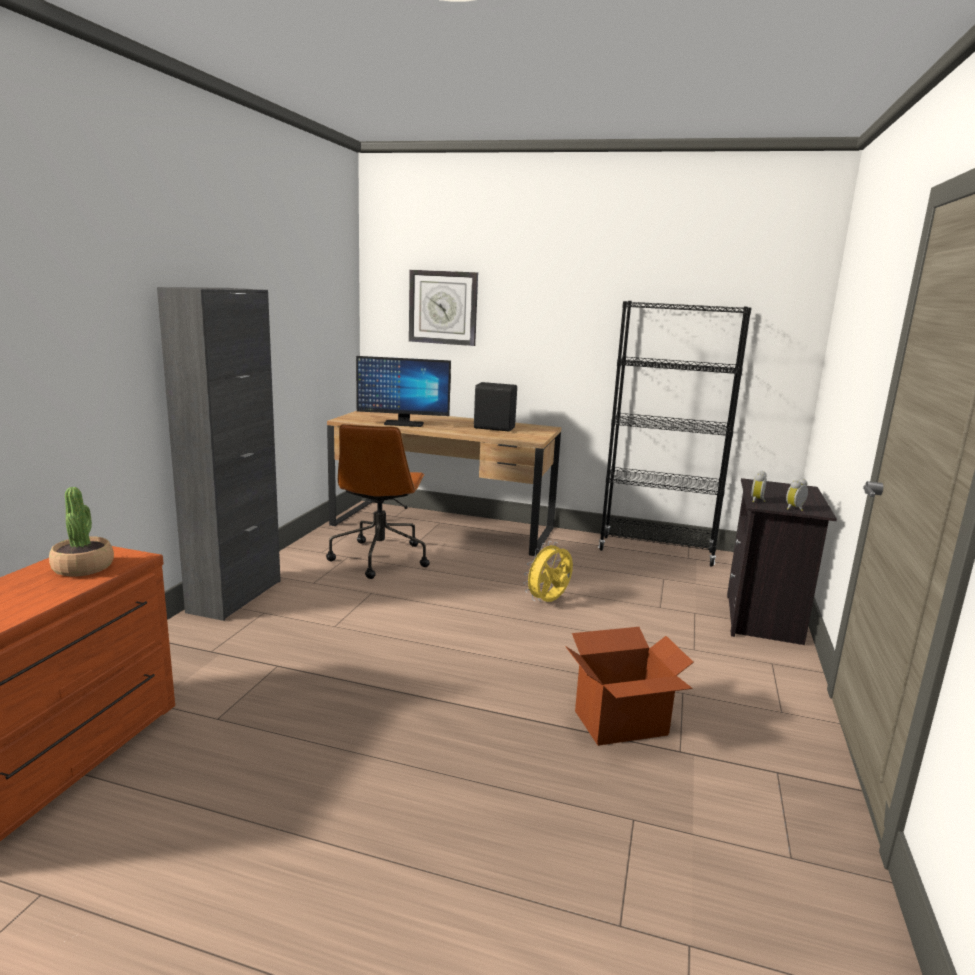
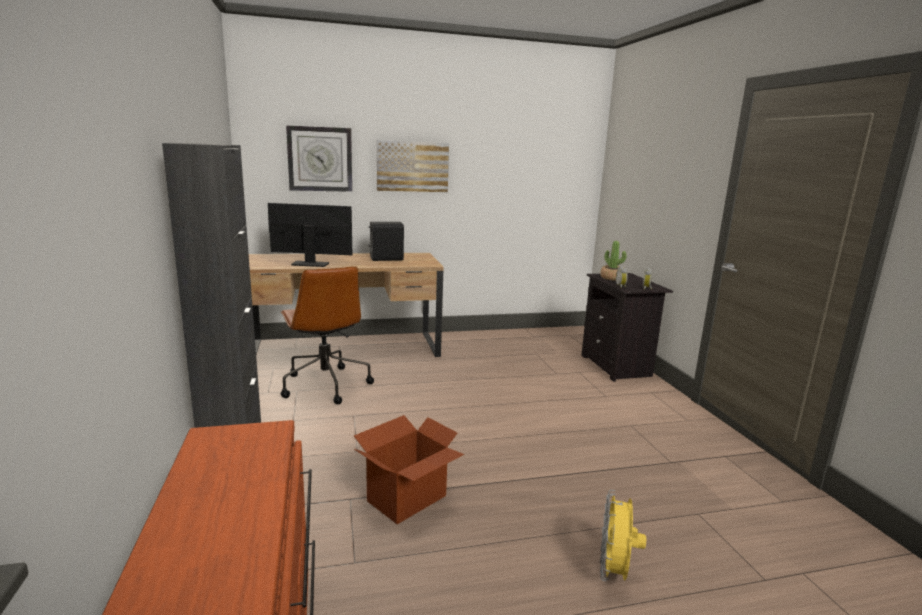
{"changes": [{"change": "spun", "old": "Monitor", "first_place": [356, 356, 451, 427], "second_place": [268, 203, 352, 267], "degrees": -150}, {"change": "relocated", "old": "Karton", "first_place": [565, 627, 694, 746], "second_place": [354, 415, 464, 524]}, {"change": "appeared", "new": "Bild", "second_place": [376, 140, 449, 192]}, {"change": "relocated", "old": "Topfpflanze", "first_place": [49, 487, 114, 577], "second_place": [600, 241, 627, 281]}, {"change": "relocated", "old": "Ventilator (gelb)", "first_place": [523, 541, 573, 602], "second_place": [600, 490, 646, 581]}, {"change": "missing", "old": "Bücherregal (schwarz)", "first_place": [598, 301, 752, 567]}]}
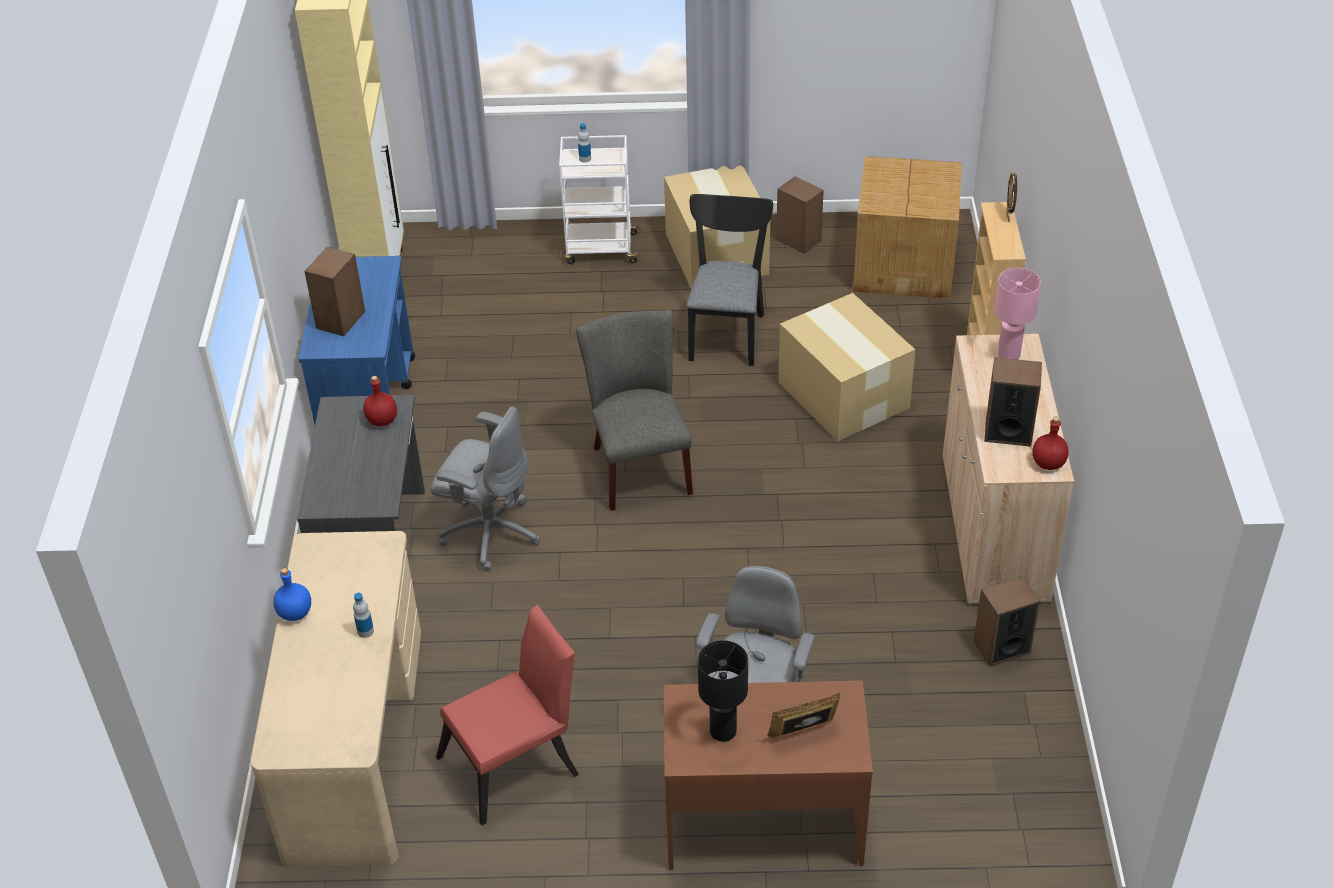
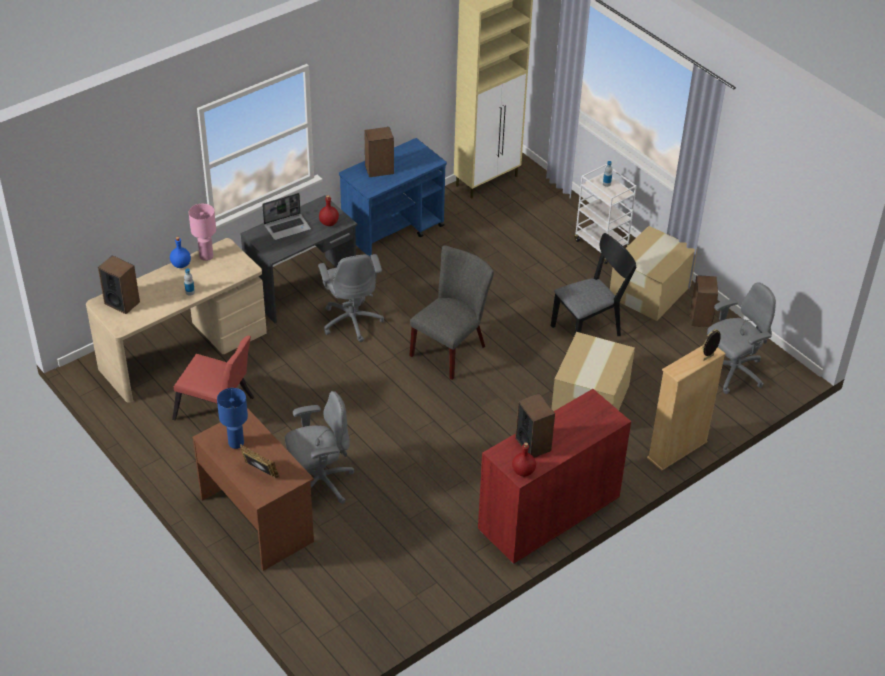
{"changes": [{"change": "relocated", "old": "Lautsprecher", "first_place": [973, 576, 1040, 667], "second_place": [98, 255, 140, 314]}, {"change": "relocated", "old": "Tischlampe (rosa)", "first_place": [994, 268, 1041, 360], "second_place": [189, 204, 216, 261]}, {"change": "colour", "old": "Tischlampe (schwarz)", "new": "Tischlampe (blau)", "first_place": [698, 640, 748, 742], "second_place": [217, 388, 248, 449]}, {"change": "appeared", "new": "Laptop", "second_place": [262, 193, 311, 240]}, {"change": "colour", "old": "Schrank (beige)", "new": "Schrank (rot)", "first_place": [943, 334, 1074, 605], "second_place": [478, 389, 631, 565]}, {"change": "exchanged", "old": "Karton", "new": "Bürostuhl (grau)", "first_place": [853, 156, 962, 299], "second_place": [707, 282, 776, 394]}]}
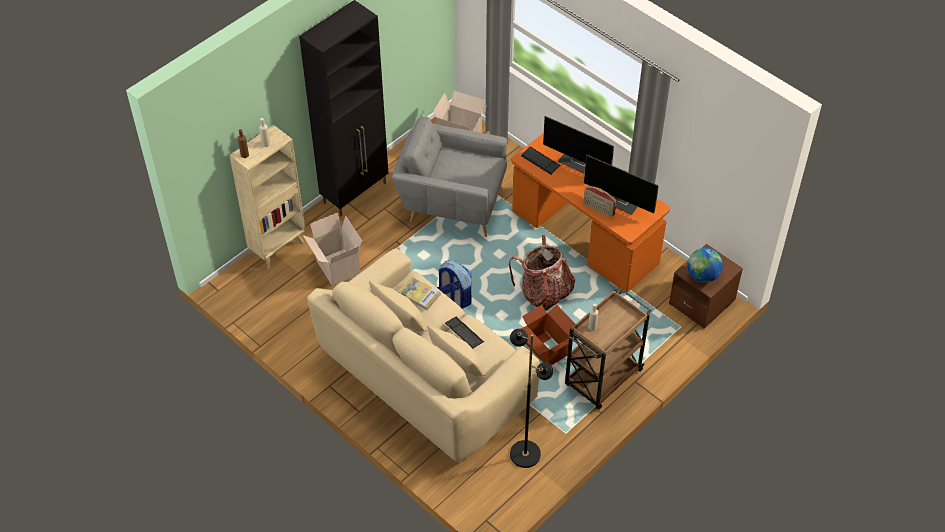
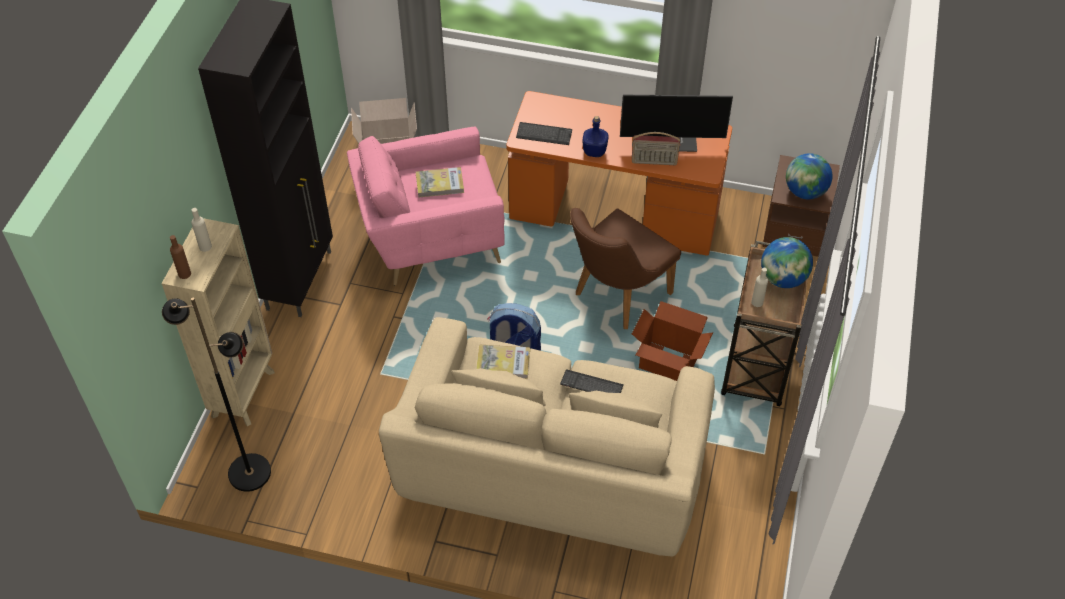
{"changes": [{"change": "relocated", "old": "Stehlampe (schwarz)", "first_place": [510, 329, 554, 468], "second_place": [162, 298, 271, 492]}, {"change": "colour", "old": "Sessel (grau)", "new": "Sessel (rosa)", "first_place": [392, 117, 507, 237], "second_place": [347, 127, 505, 285]}, {"change": "appeared", "new": "Buch", "second_place": [416, 167, 464, 198]}, {"change": "exchanged", "old": "Rucksack", "new": "Stuhl (braun)", "first_place": [509, 235, 575, 311], "second_place": [570, 208, 681, 329]}, {"change": "appeared", "new": "Flasche (blau)", "second_place": [582, 116, 608, 157]}, {"change": "appeared", "new": "Globus", "second_place": [761, 237, 813, 288]}, {"change": "missing", "old": "Karton", "first_place": [303, 213, 362, 286]}, {"change": "missing", "old": "Monitor", "first_place": [543, 116, 614, 174]}]}
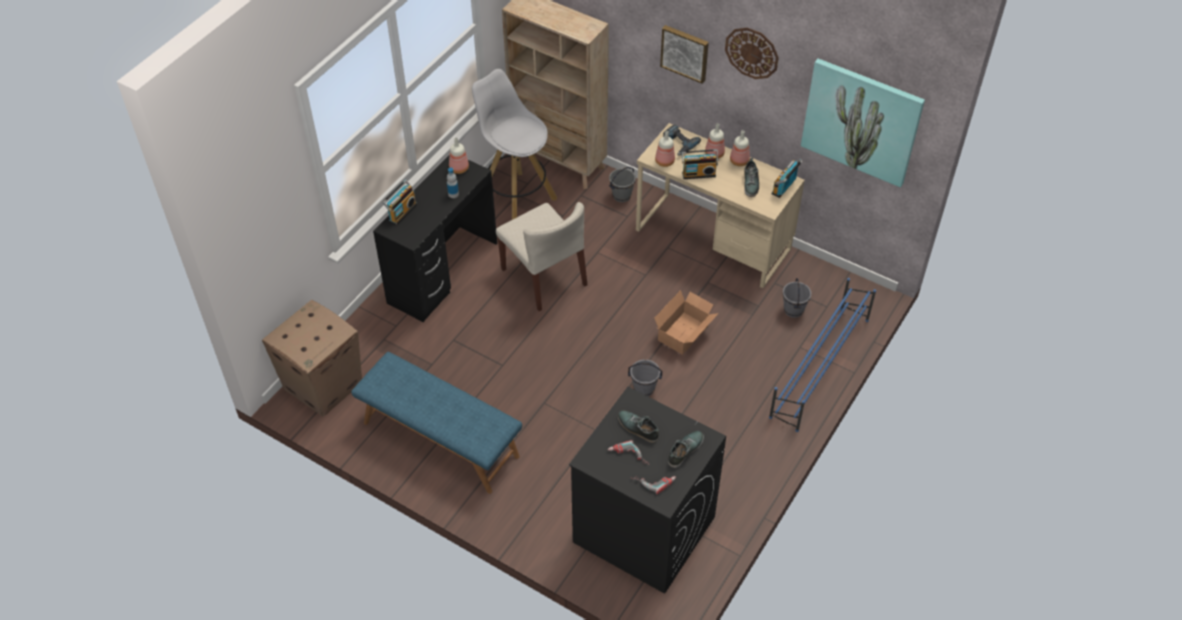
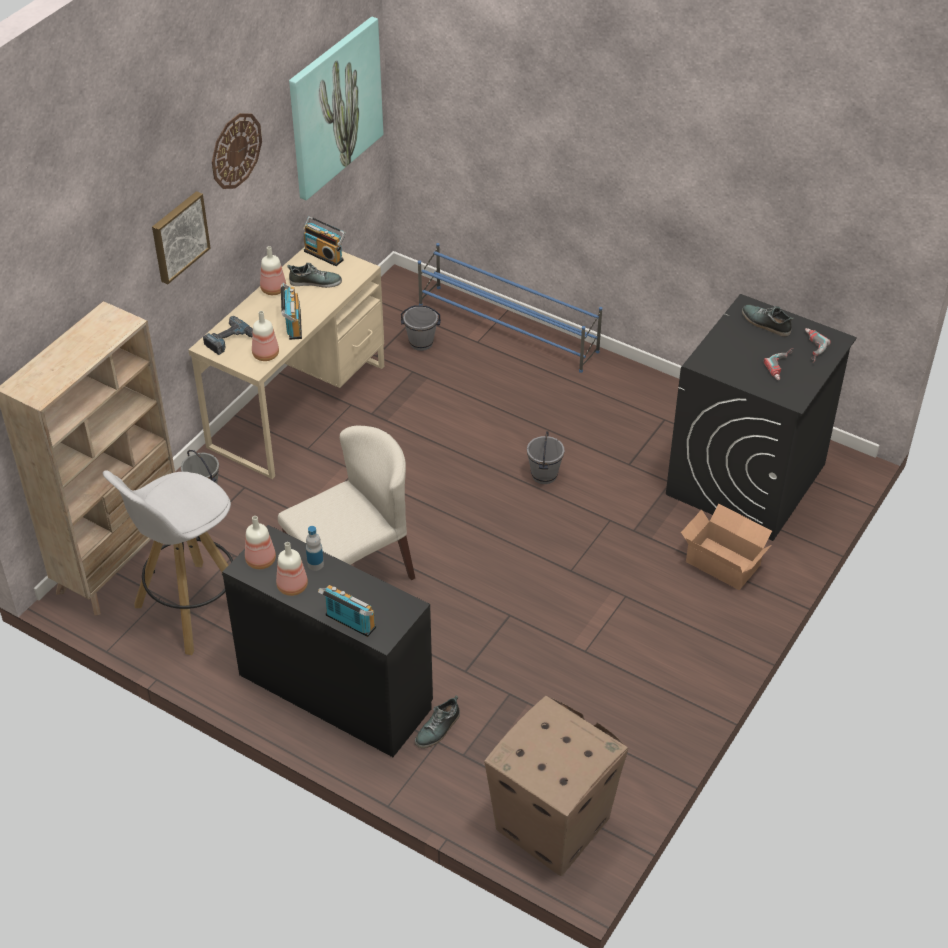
{"changes": [{"change": "relocated", "old": "Flasche", "first_place": [705, 123, 725, 159], "second_place": [276, 542, 308, 596]}, {"change": "relocated", "old": "Schuh", "first_place": [618, 411, 659, 443], "second_place": [415, 695, 460, 748]}, {"change": "relocated", "old": "Karton", "first_place": [654, 290, 719, 355], "second_place": [681, 503, 772, 590]}, {"change": "missing", "old": "Bank (blau)", "first_place": [351, 352, 522, 494]}]}
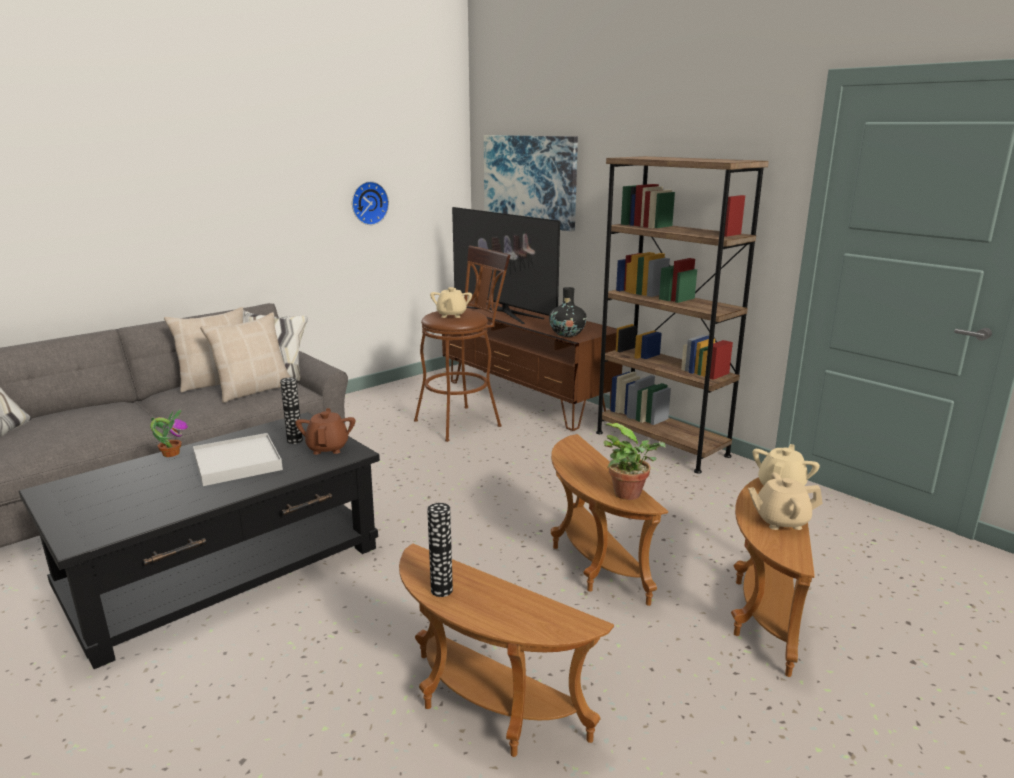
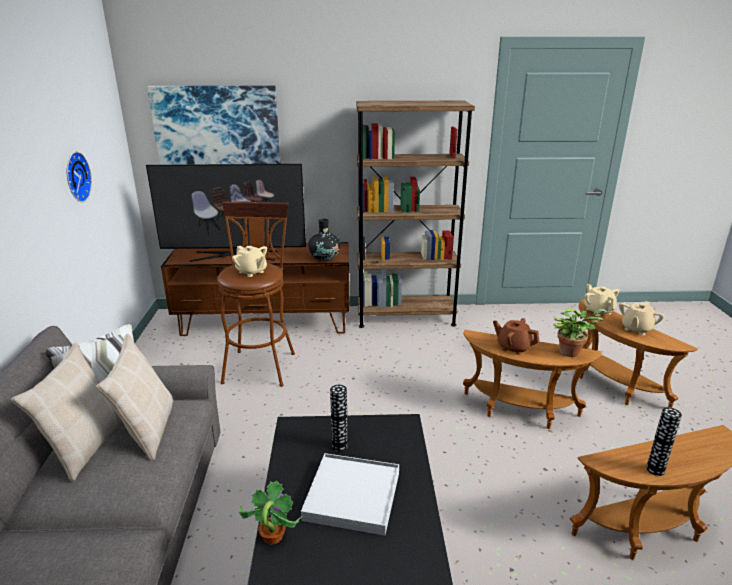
{"changes": [{"change": "relocated", "old": "Teekanne (braun)", "first_place": [295, 408, 355, 455], "second_place": [493, 318, 540, 355]}]}
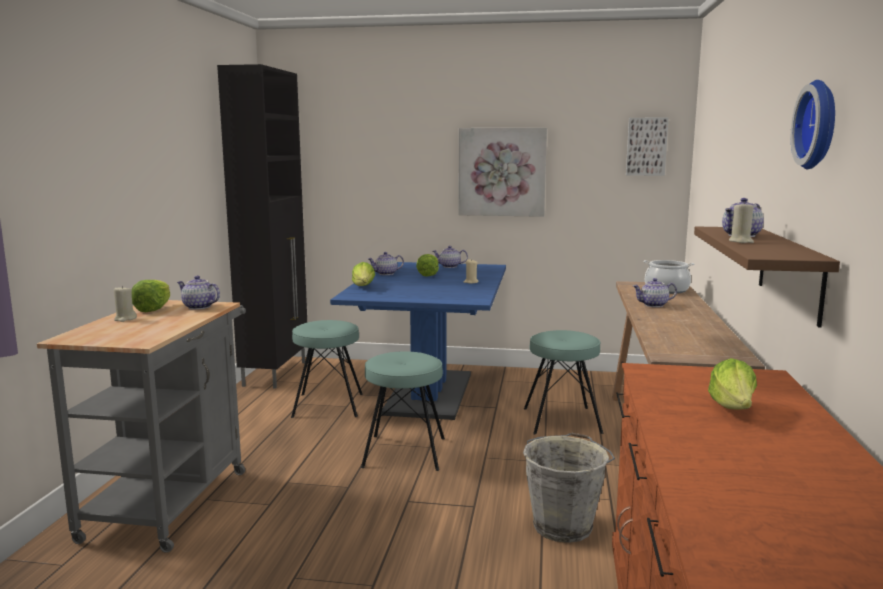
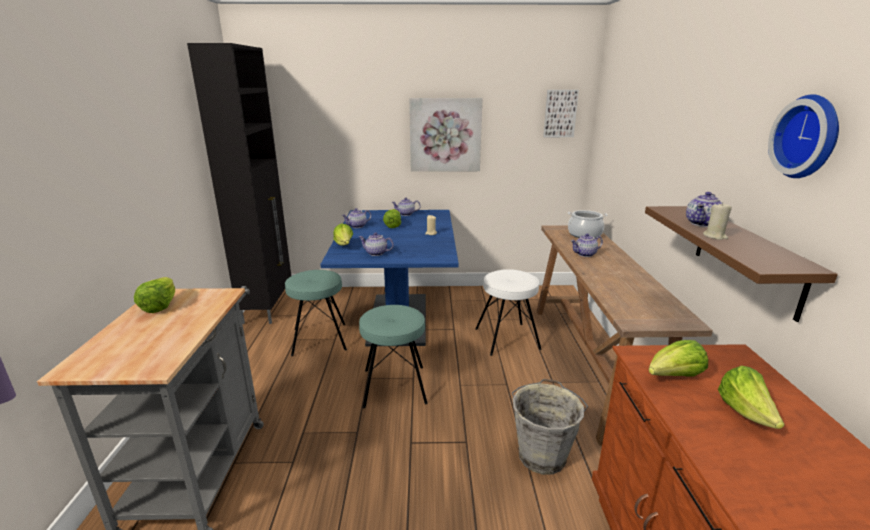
{"changes": [{"change": "relocated", "old": "Teekanne", "first_place": [177, 276, 220, 310], "second_place": [359, 233, 394, 256]}, {"change": "colour", "old": "Hocker (türkis)", "new": "Hocker (weiß)", "first_place": [524, 330, 603, 434], "second_place": [475, 269, 542, 356]}, {"change": "appeared", "new": "Salatkopf", "second_place": [649, 340, 708, 377]}, {"change": "missing", "old": "Kerze (beige)", "first_place": [114, 286, 137, 322]}]}
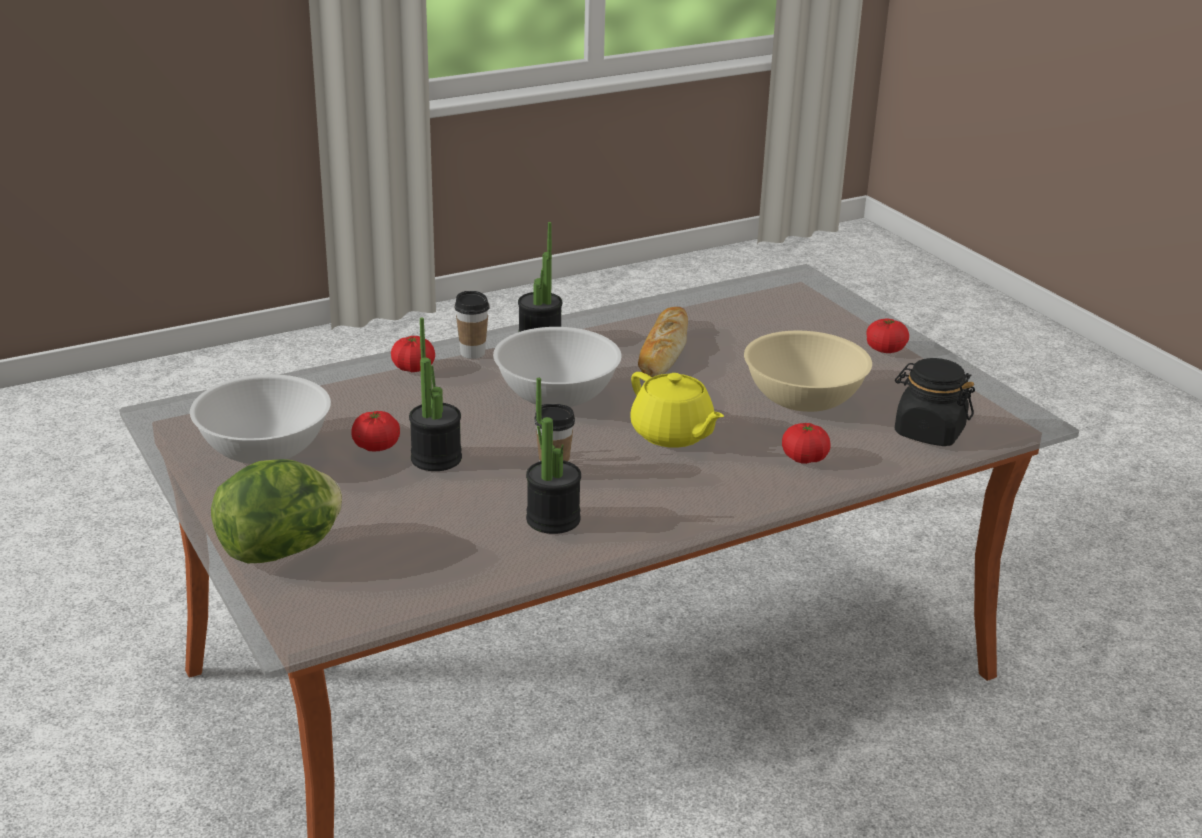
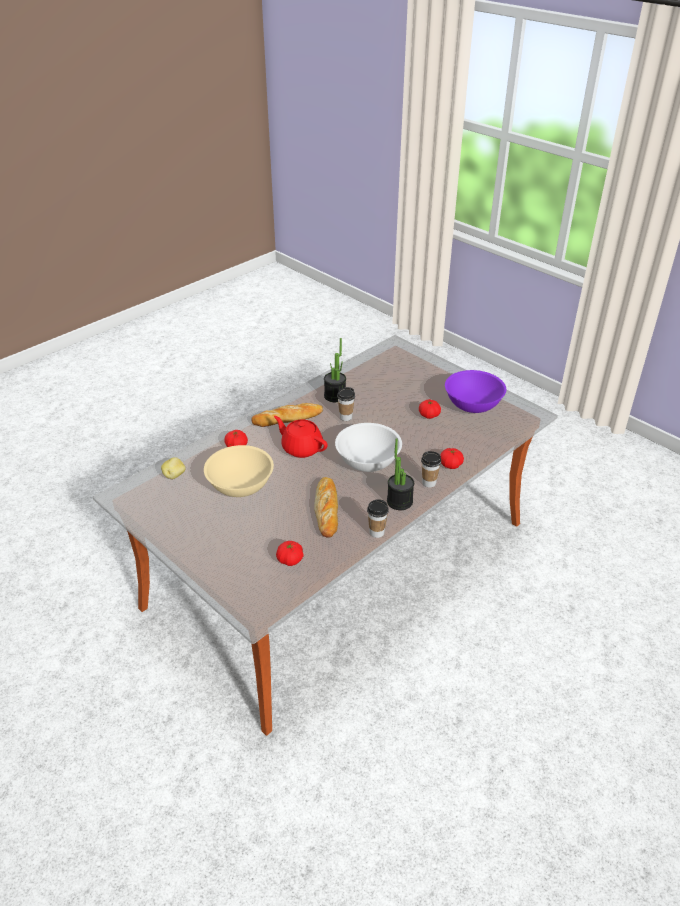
{"changes": [{"change": "exchanged", "old": "Vorratsglas (schwarz)", "new": "Kartoffel", "first_place": [895, 358, 975, 446], "second_place": [161, 457, 185, 479]}, {"change": "appeared", "new": "Brot", "second_place": [251, 403, 323, 427]}, {"change": "colour", "old": "Teekanne (gelb)", "new": "Teekanne (rot)", "first_place": [630, 372, 724, 448], "second_place": [274, 416, 328, 458]}, {"change": "relocated", "old": "Tomate", "first_place": [866, 319, 909, 353], "second_place": [276, 541, 304, 566]}, {"change": "appeared", "new": "Tasse", "second_place": [367, 499, 389, 538]}, {"change": "colour", "old": "Schüssel (weiß)", "new": "Schüssel (lila)", "first_place": [190, 374, 331, 464], "second_place": [445, 370, 506, 413]}, {"change": "missing", "old": "Salatkopf", "first_place": [211, 459, 342, 563]}, {"change": "missing", "old": "Topfpflanze", "first_place": [409, 318, 462, 471]}]}
